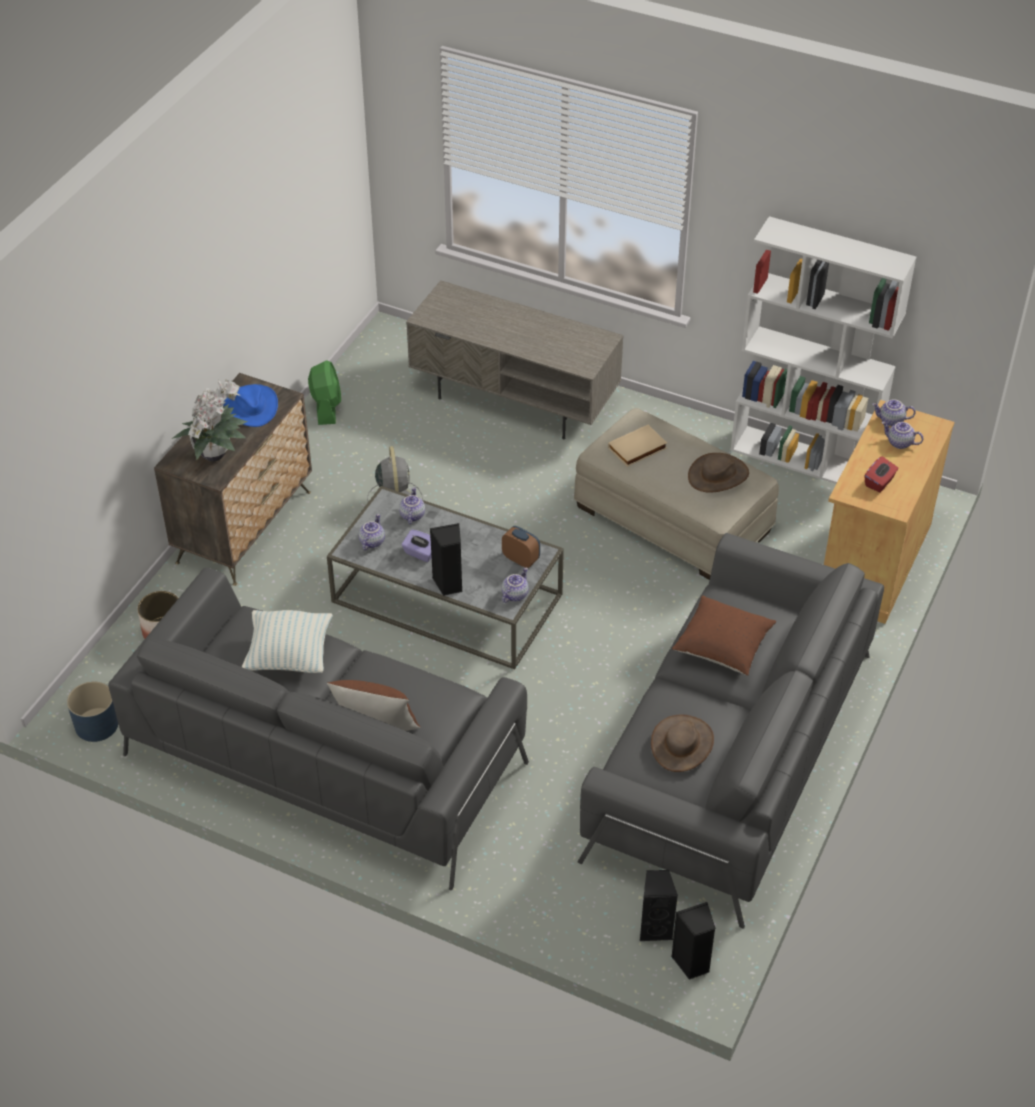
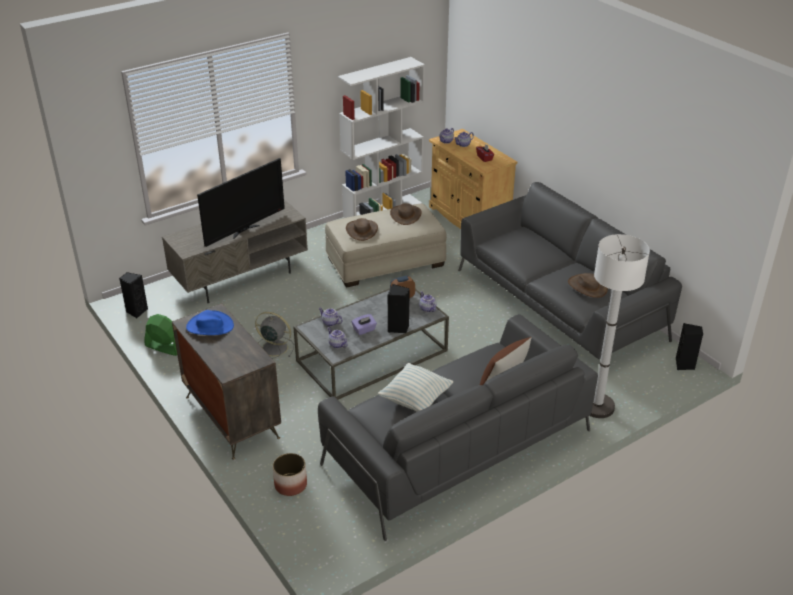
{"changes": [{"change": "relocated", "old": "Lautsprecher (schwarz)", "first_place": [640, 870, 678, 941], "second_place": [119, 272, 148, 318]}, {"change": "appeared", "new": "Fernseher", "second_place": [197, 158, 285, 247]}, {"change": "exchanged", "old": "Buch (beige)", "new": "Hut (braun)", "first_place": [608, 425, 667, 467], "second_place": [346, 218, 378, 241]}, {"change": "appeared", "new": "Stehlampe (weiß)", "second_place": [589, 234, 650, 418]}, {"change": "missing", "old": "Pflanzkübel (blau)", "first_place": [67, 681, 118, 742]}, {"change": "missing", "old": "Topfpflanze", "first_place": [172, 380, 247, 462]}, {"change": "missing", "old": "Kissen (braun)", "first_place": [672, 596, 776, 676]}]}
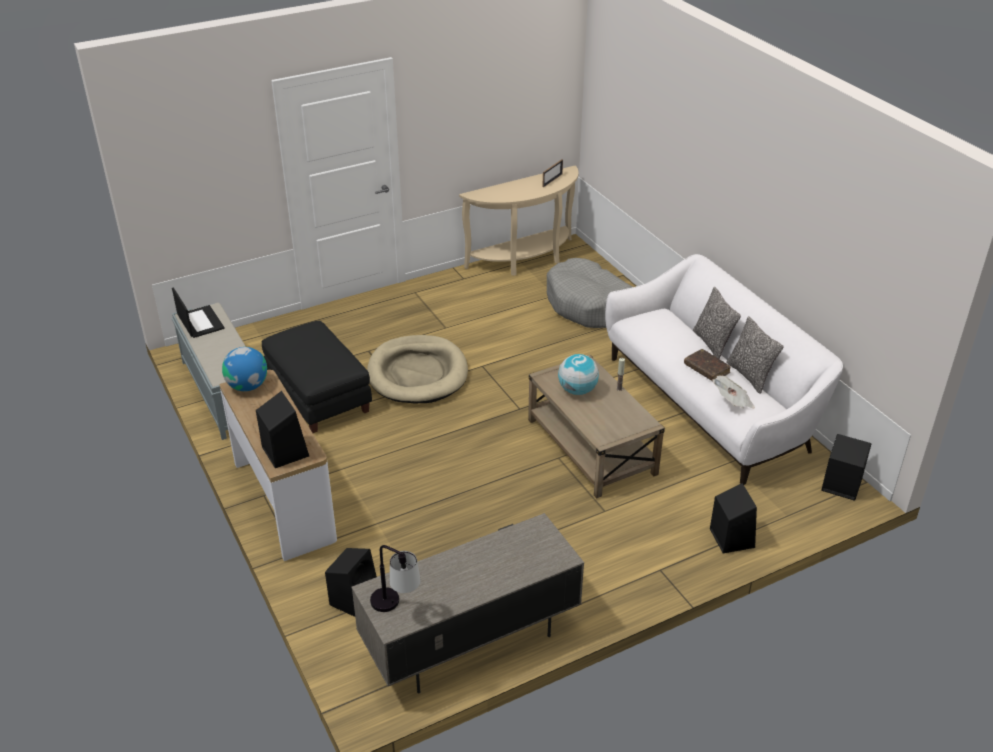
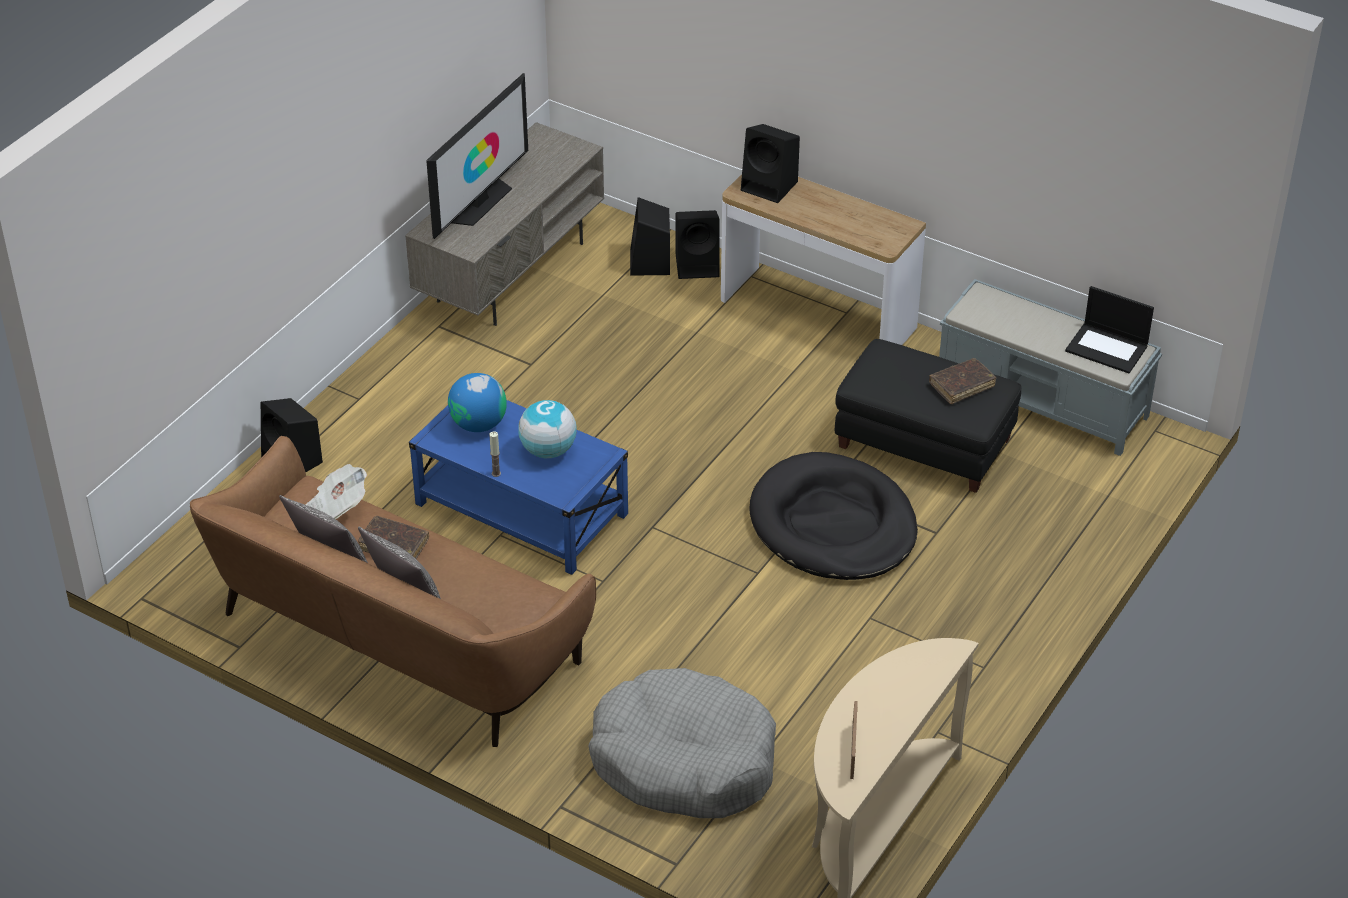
{"changes": [{"change": "colour", "old": "Sofa (weiß)", "new": "Sofa (braun)", "first_place": [605, 254, 843, 485], "second_place": [190, 436, 596, 747]}, {"change": "colour", "old": "Couchtisch (beige)", "new": "Couchtisch (blau)", "first_place": [528, 355, 665, 498], "second_place": [409, 400, 628, 575]}, {"change": "appeared", "new": "Fernseher", "second_place": [426, 73, 528, 239]}, {"change": "relocated", "old": "Globus", "first_place": [222, 347, 267, 391], "second_place": [448, 373, 507, 432]}, {"change": "relocated", "old": "Lautsprecher (schwarz)", "first_place": [821, 434, 871, 501], "second_place": [676, 210, 720, 279]}, {"change": "colour", "old": "Hundebett (beige)", "new": "Hundebett (schwarz)", "first_place": [367, 335, 468, 403], "second_place": [749, 452, 918, 580]}, {"change": "appeared", "new": "Buch (braun)", "second_place": [929, 358, 996, 404]}, {"change": "missing", "old": "Tischlampe", "first_place": [370, 545, 421, 612]}]}
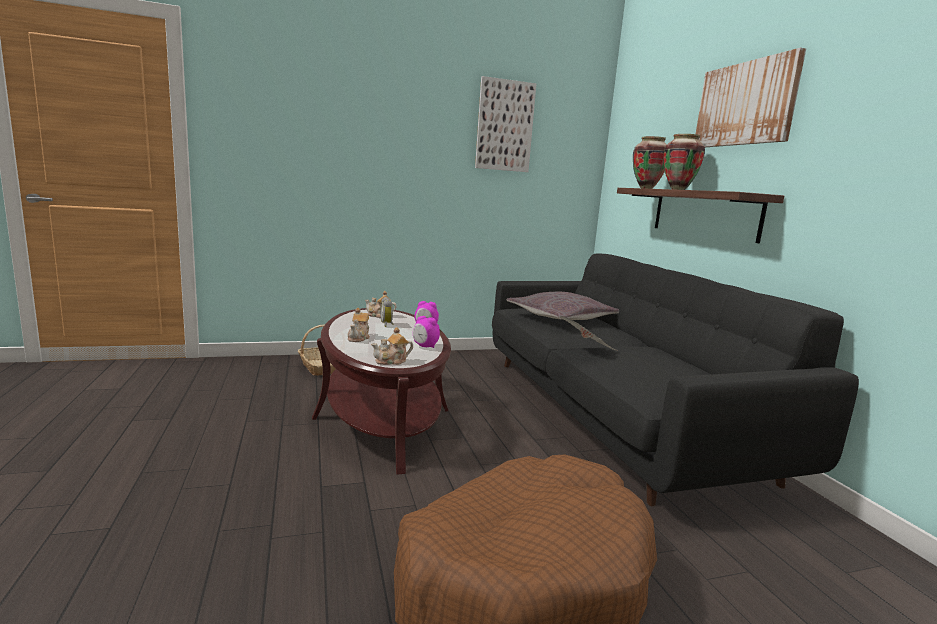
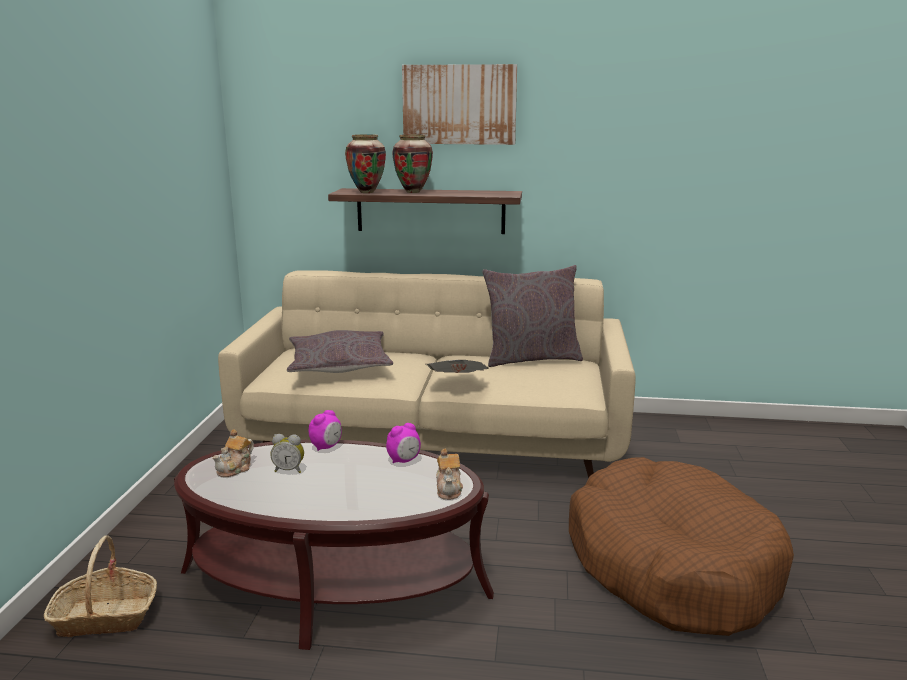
{"changes": [{"change": "colour", "old": "Sofa (schwarz)", "new": "Sofa (beige)", "first_place": [492, 254, 859, 506], "second_place": [218, 270, 636, 478]}, {"change": "appeared", "new": "Kissen (grau)", "second_place": [482, 265, 583, 367]}, {"change": "missing", "old": "Teekanne", "first_place": [348, 308, 370, 342]}, {"change": "missing", "old": "Bild", "first_place": [475, 76, 537, 172]}]}
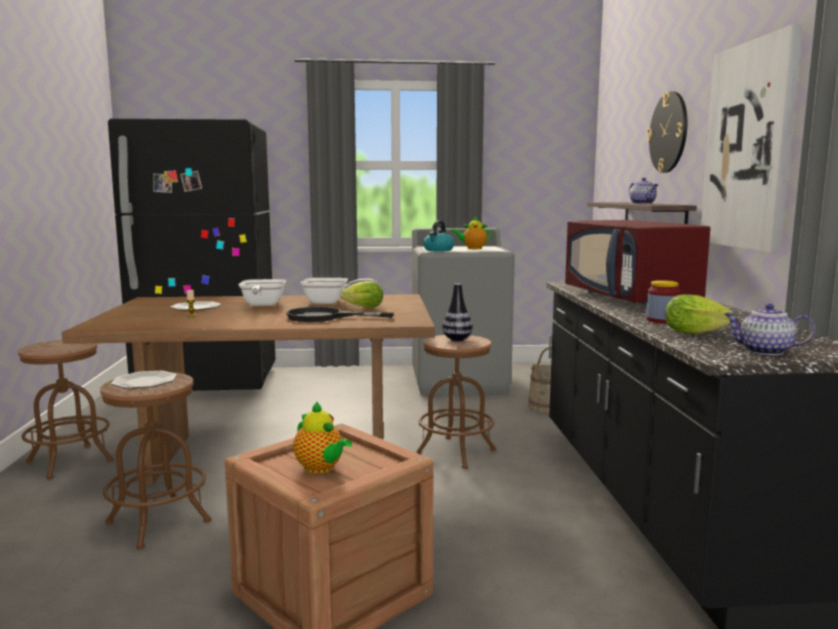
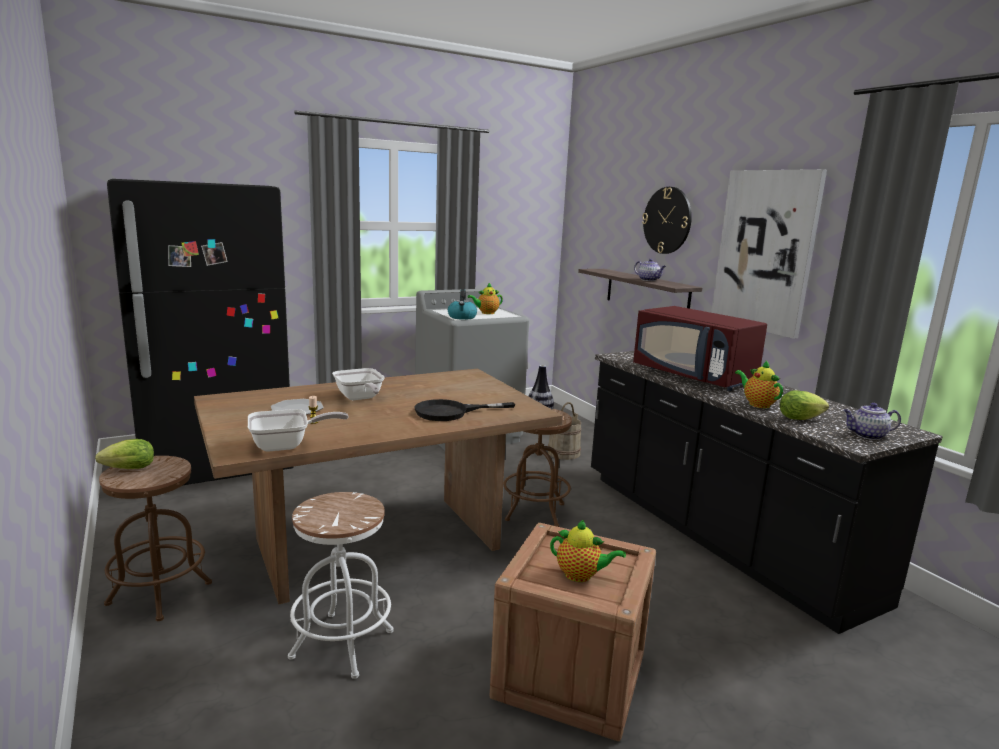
{"changes": [{"change": "relocated", "old": "Salatkopf", "first_place": [341, 281, 383, 308], "second_place": [95, 439, 154, 469]}, {"change": "relocated", "old": "Pfanne", "first_place": [300, 278, 377, 304], "second_place": [248, 409, 349, 452]}, {"change": "colour", "old": "Hocker (braun)", "new": "Hocker (weiß)", "first_place": [100, 372, 211, 549], "second_place": [288, 492, 394, 679]}, {"change": "exchanged", "old": "Vorratsglas", "new": "Teekanne", "first_place": [646, 280, 681, 324], "second_place": [735, 361, 783, 408]}, {"change": "missing", "old": "Teller", "first_place": [111, 371, 177, 389]}]}
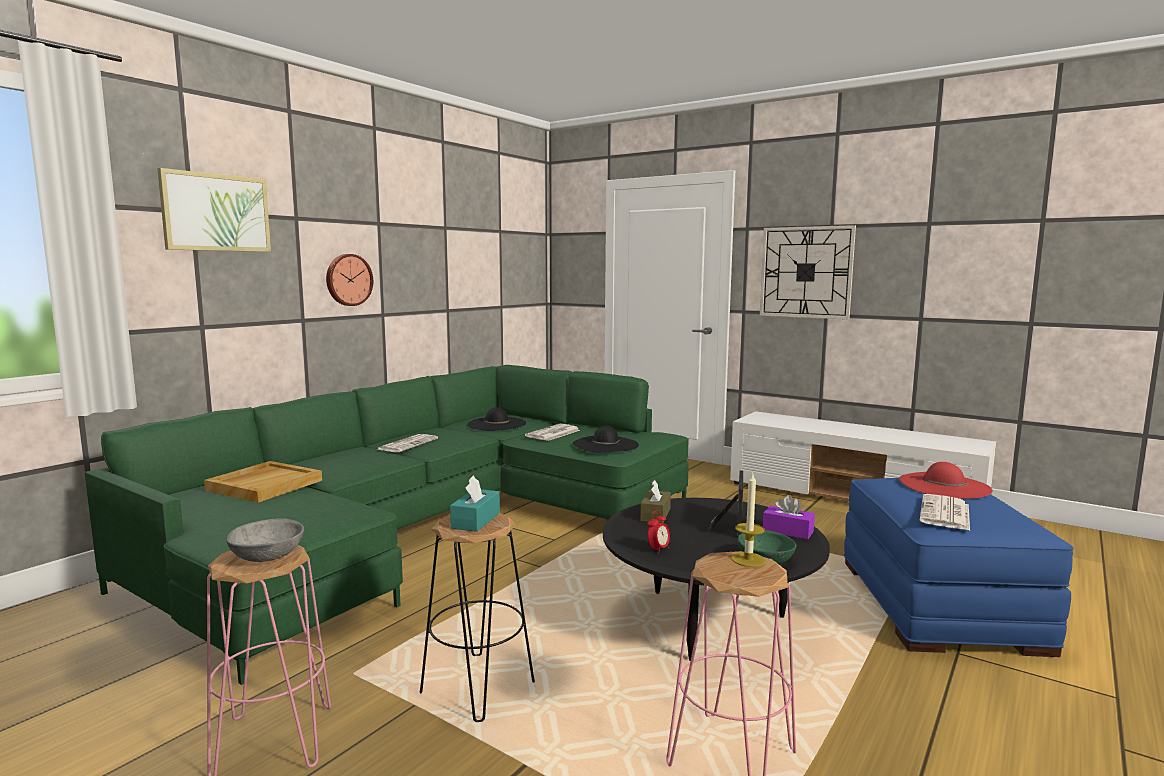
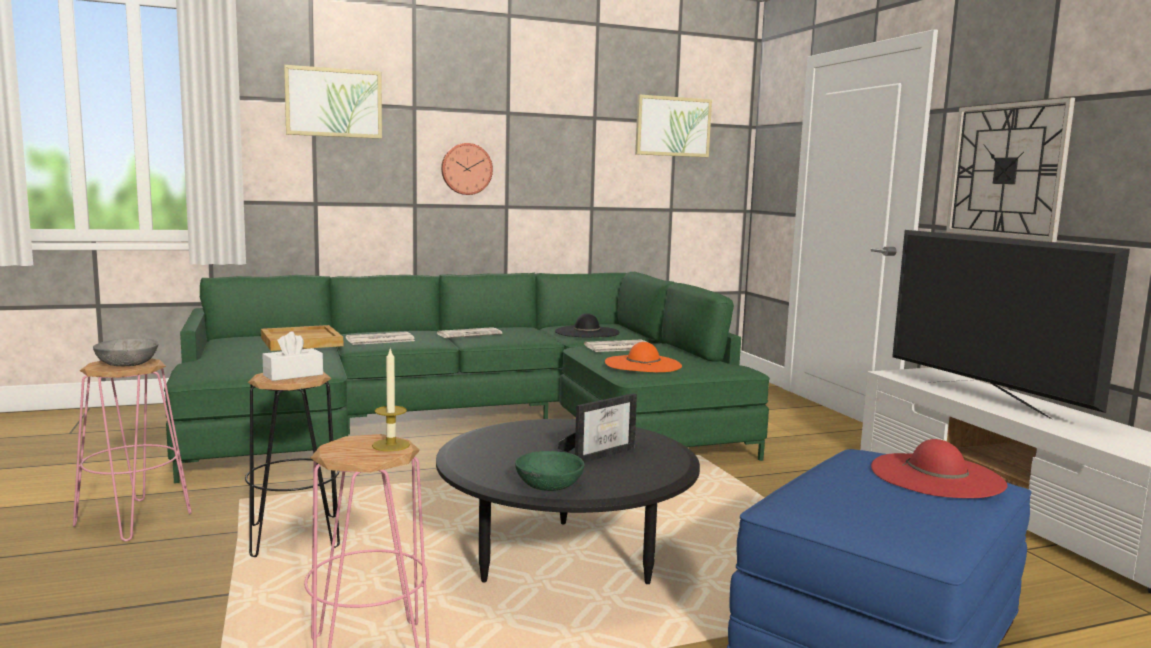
{"changes": [{"change": "colour", "old": "Taschentuchbox (türkis)", "new": "Taschentuchbox (weiß)", "first_place": [450, 476, 500, 532], "second_place": [262, 331, 323, 381]}, {"change": "relocated", "old": "Zeitung", "first_place": [920, 494, 970, 530], "second_place": [346, 332, 415, 345]}, {"change": "colour", "old": "Hut (schwarz)", "new": "Hut (orange)", "first_place": [573, 426, 639, 453], "second_place": [605, 342, 682, 372]}, {"change": "appeared", "new": "Bild", "second_place": [635, 94, 712, 157]}, {"change": "appeared", "new": "Fernseher", "second_place": [892, 230, 1130, 420]}, {"change": "missing", "old": "Taschentuchbox (braun)", "first_place": [640, 480, 671, 523]}, {"change": "missing", "old": "Wecker", "first_place": [647, 511, 670, 554]}, {"change": "missing", "old": "Taschentuchbox (lila)", "first_place": [763, 495, 815, 540]}]}
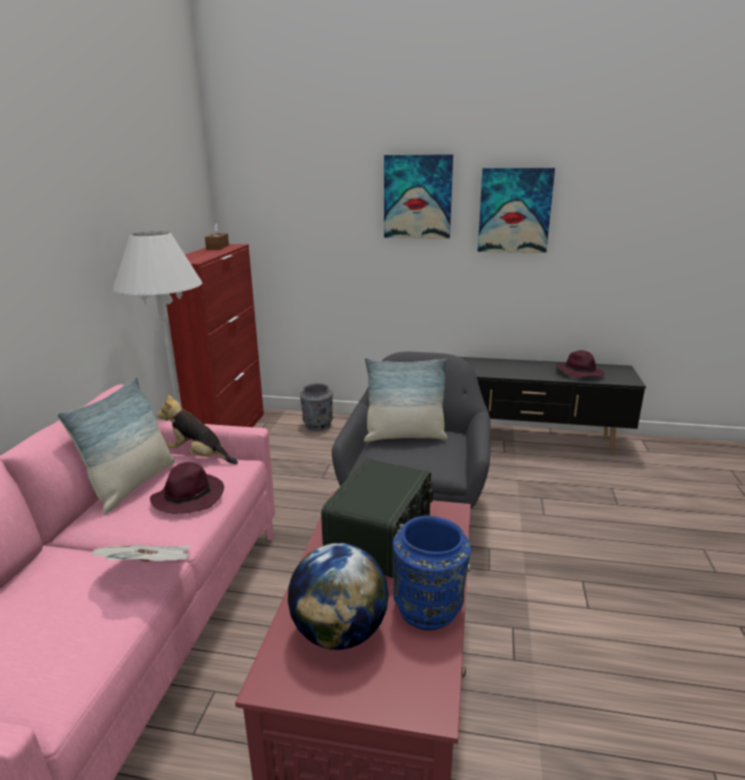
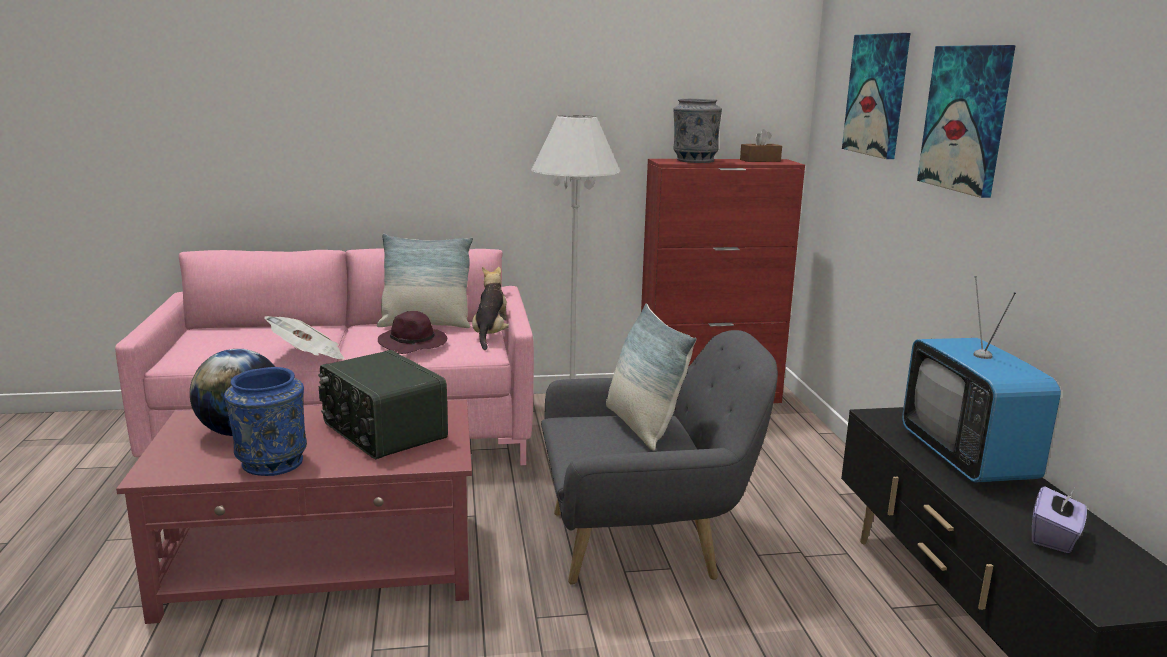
{"changes": [{"change": "spun", "old": "Radio", "first_place": [321, 458, 433, 578], "second_place": [318, 350, 448, 459], "degrees": 45}, {"change": "relocated", "old": "Vase (grau)", "first_place": [300, 383, 333, 431], "second_place": [673, 99, 722, 163]}, {"change": "relocated", "old": "Bild", "first_place": [478, 168, 555, 253], "second_place": [842, 33, 910, 159]}, {"change": "appeared", "new": "Fernseher", "second_place": [902, 276, 1061, 483]}, {"change": "exchanged", "old": "Hut (lila)", "new": "Taschentuchbox (lila)", "first_place": [556, 350, 605, 378], "second_place": [1032, 486, 1087, 553]}]}
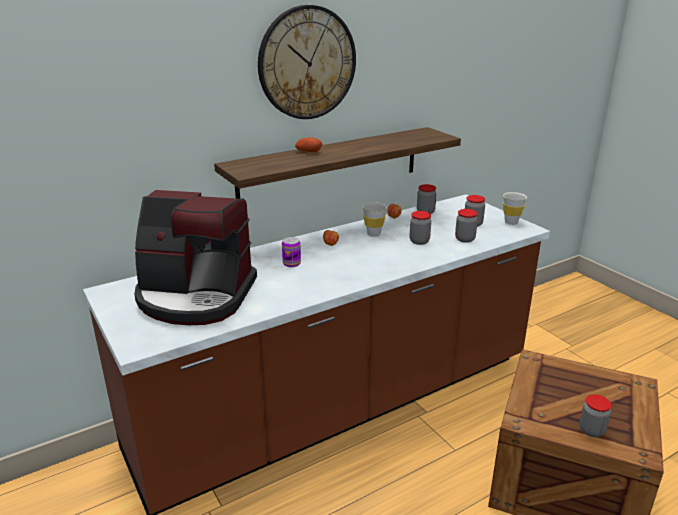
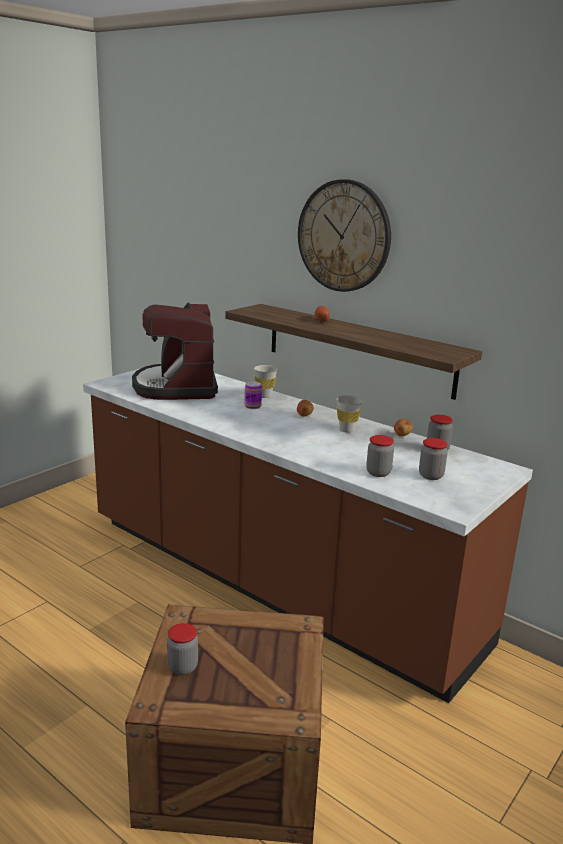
{"changes": [{"change": "relocated", "old": "Tasse (weiß)", "first_place": [503, 192, 527, 225], "second_place": [254, 365, 278, 398]}, {"change": "missing", "old": "Vorratsglas", "first_place": [409, 211, 431, 245]}]}
